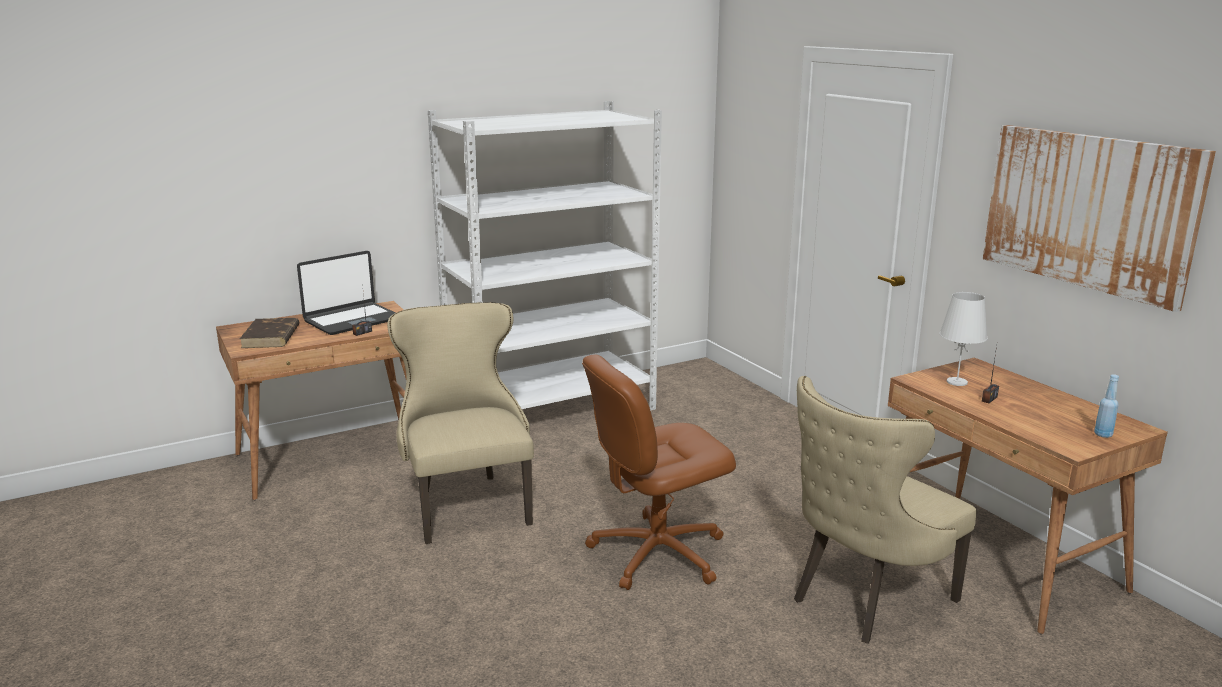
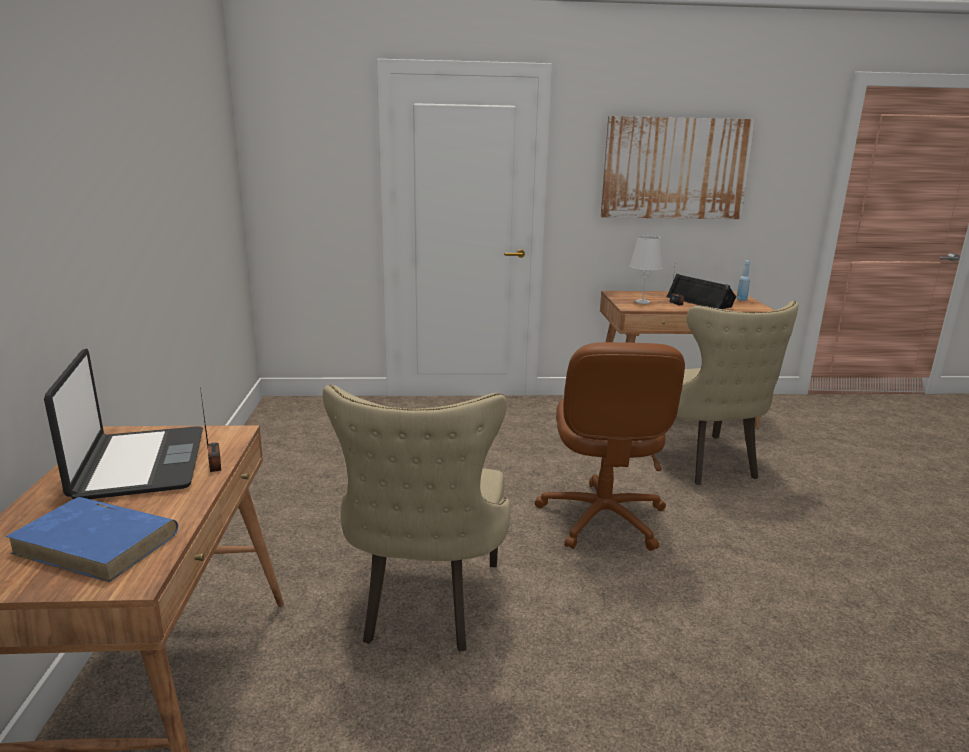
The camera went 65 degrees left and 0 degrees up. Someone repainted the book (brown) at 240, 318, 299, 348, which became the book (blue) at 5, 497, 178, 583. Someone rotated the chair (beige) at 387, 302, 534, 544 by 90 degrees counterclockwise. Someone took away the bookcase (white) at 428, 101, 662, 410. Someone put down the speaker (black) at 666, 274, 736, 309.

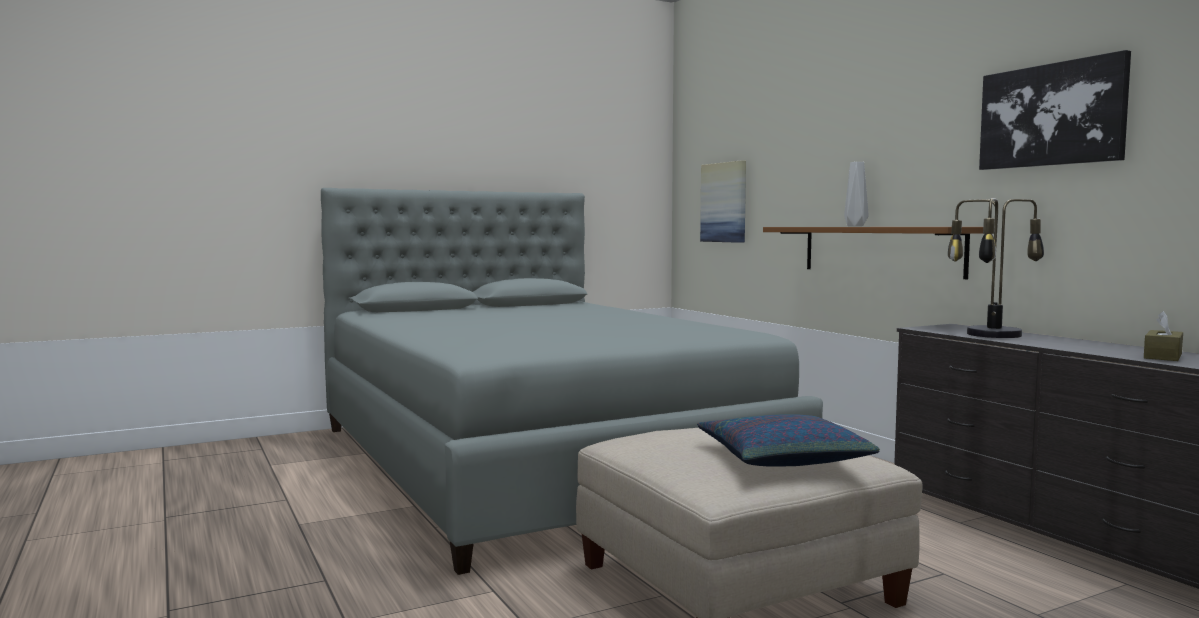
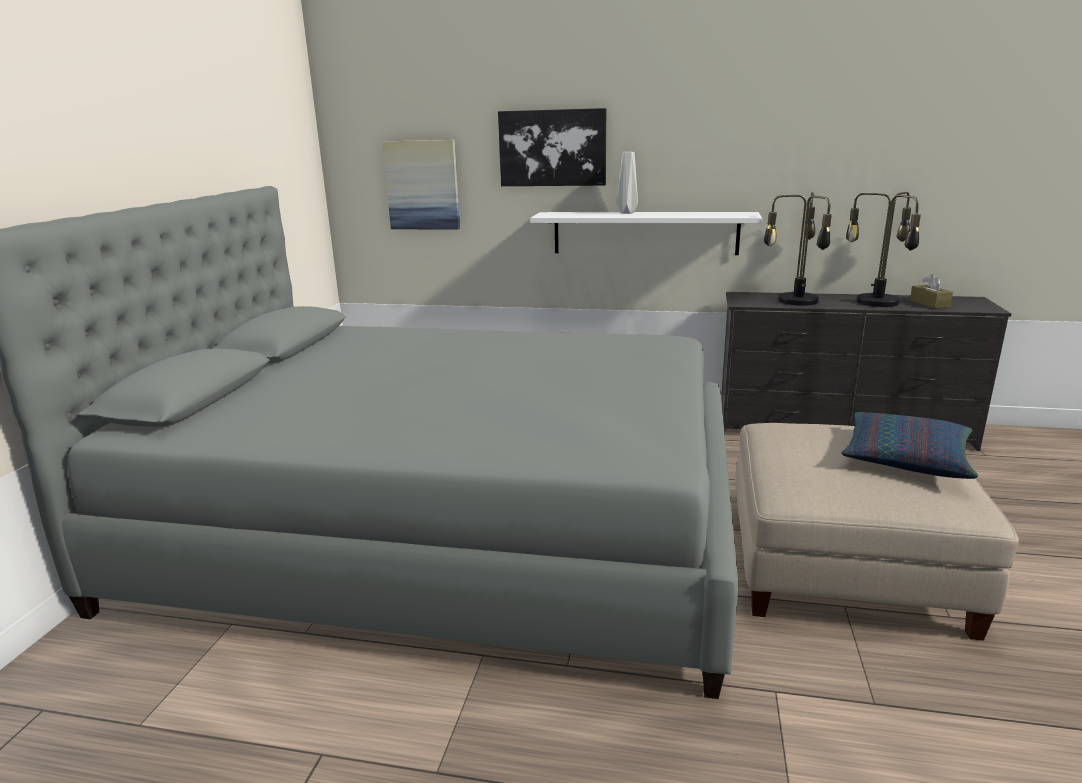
The camera went 50 degrees left and 15 degrees up. Someone repainted the shelf (brown) at 763, 227, 983, 279, which became the shelf (white) at 530, 212, 762, 255. Someone carried the picture from 979, 50, 1131, 170 to 498, 108, 606, 186. Someone put down the table lamp at 846, 192, 921, 307.

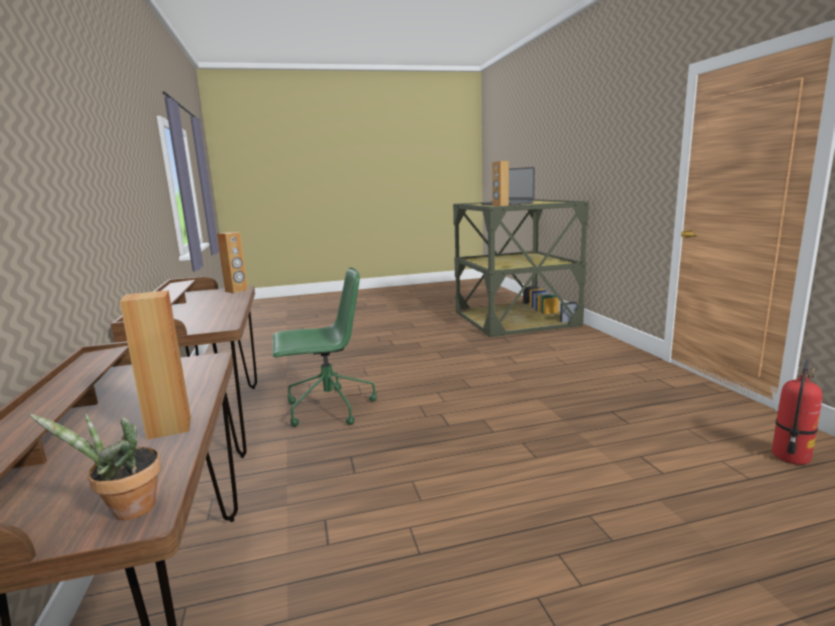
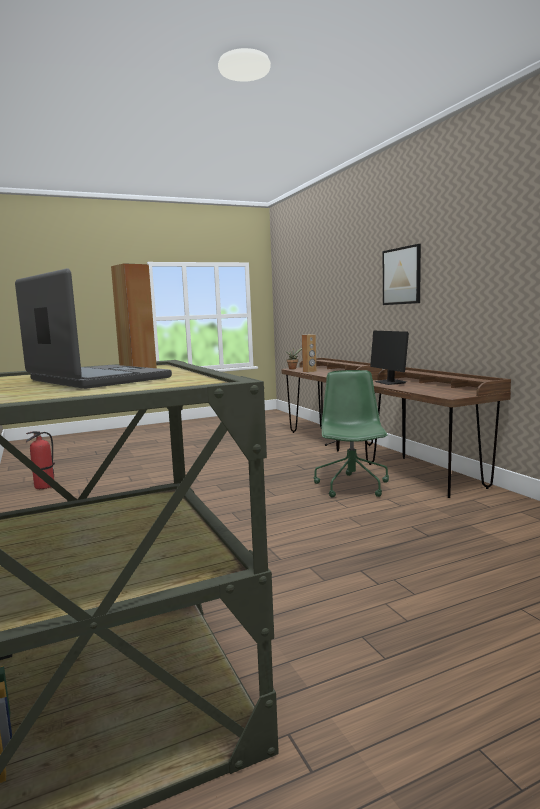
The camera went 170 degrees right and 5 degrees down. Someone took away the speaker (brown) at 217, 232, 248, 293. Someone rotated the office chair (green) at 272, 268, 377, 427 by 120 degrees clockwise. Someone put down the monitor at 370, 331, 409, 385. Someone put up the picture at 383, 244, 421, 305.

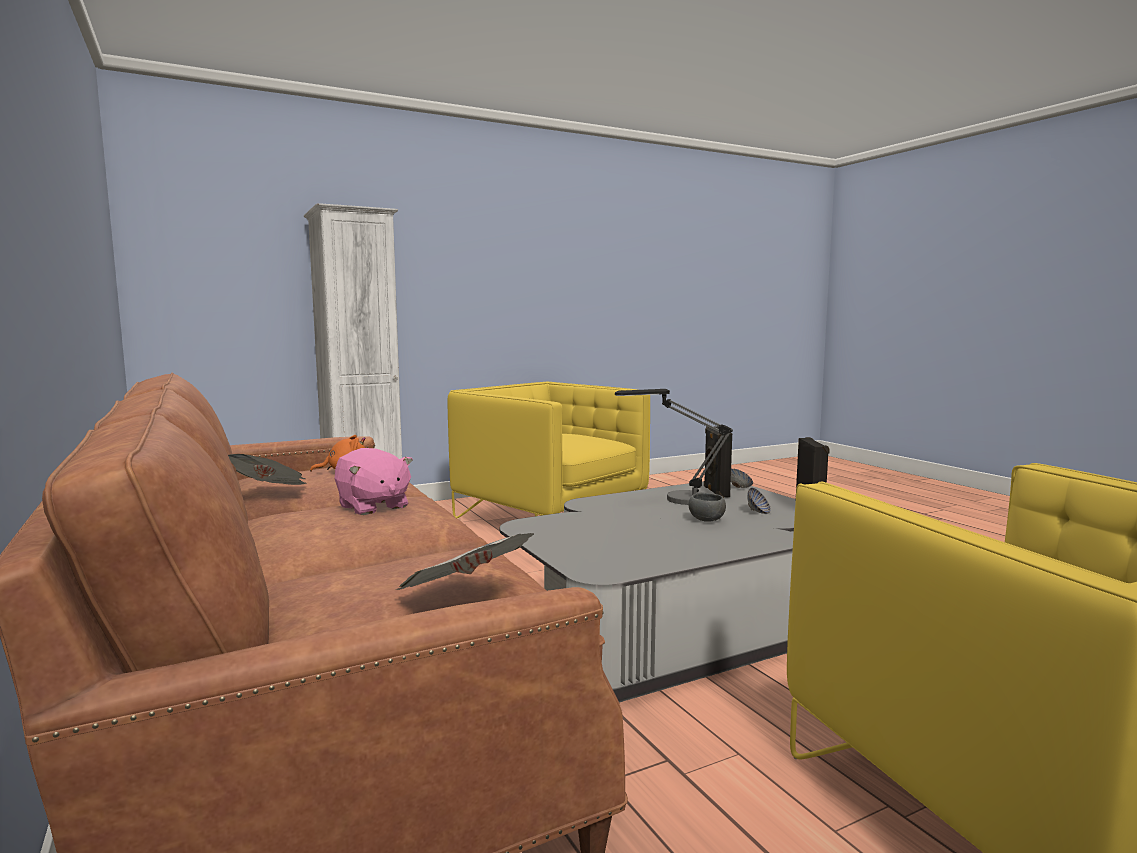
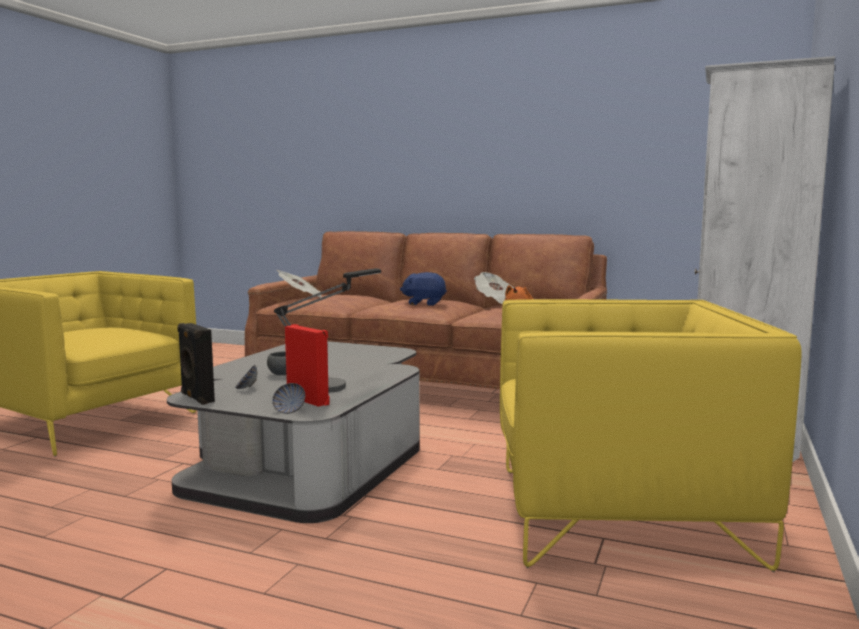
The camera went 140 degrees right and 0 degrees up. Someone repainted the plush toy (pink) at 335, 448, 413, 515, which became the plush toy (blue) at 400, 272, 447, 306. Someone repainted the speaker (black) at 704, 426, 732, 498, which became the speaker (red) at 285, 324, 330, 407.

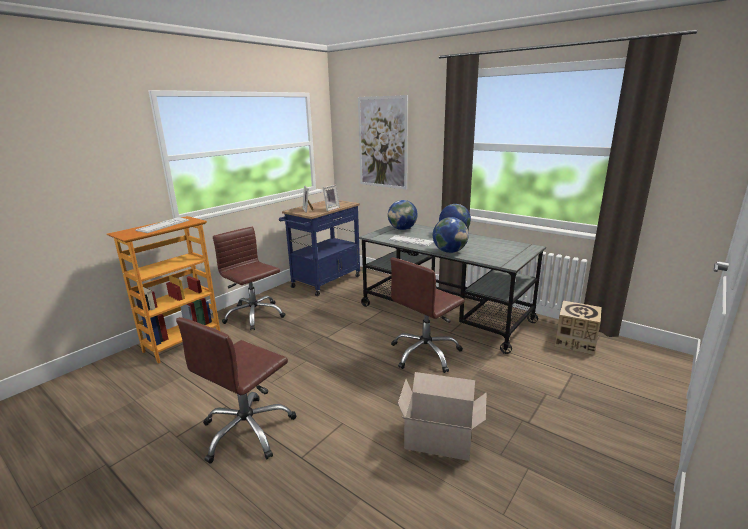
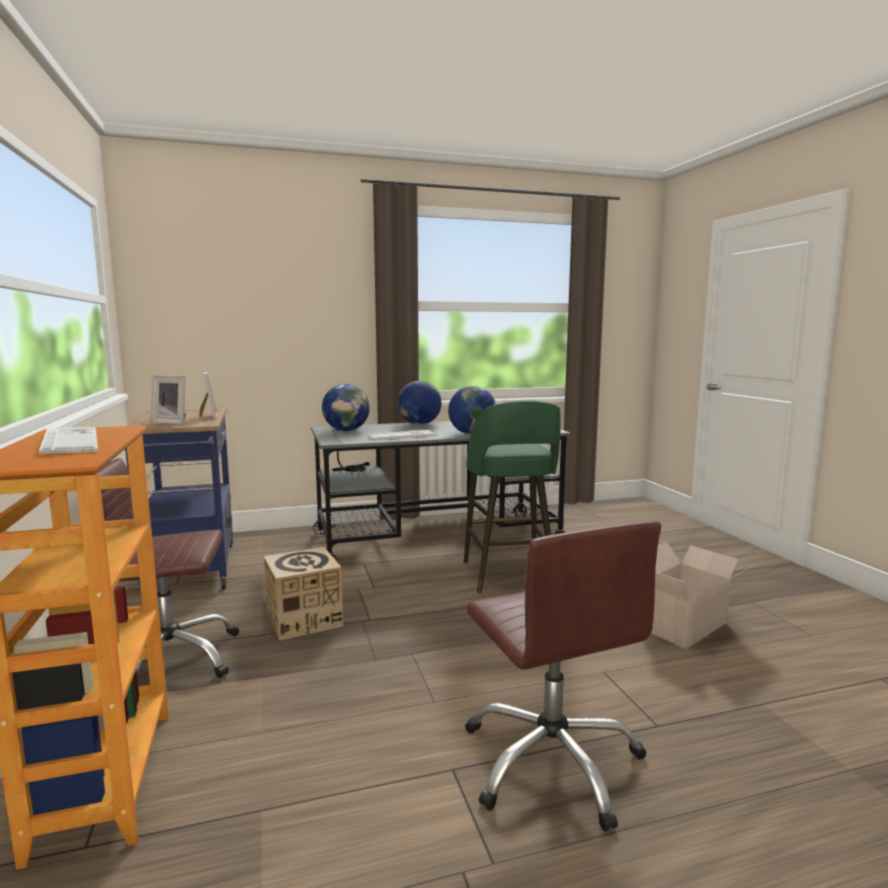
The camera went 55 degrees left and 10 degrees down. Someone took away the picture at 358, 95, 408, 190. Someone swapped the office chair (brown) at 390, 257, 465, 373 for the stool (green) at 464, 401, 561, 593. Someone carried the cardboard box from 555, 301, 601, 355 to 264, 547, 343, 641.

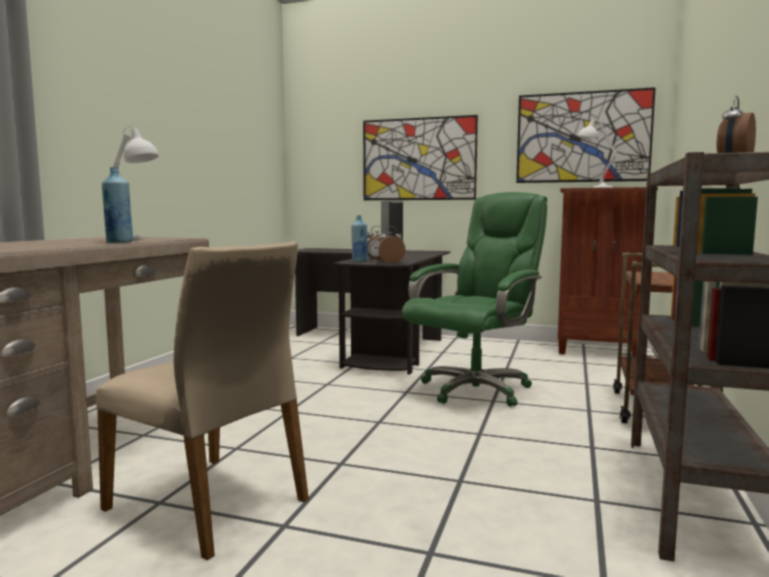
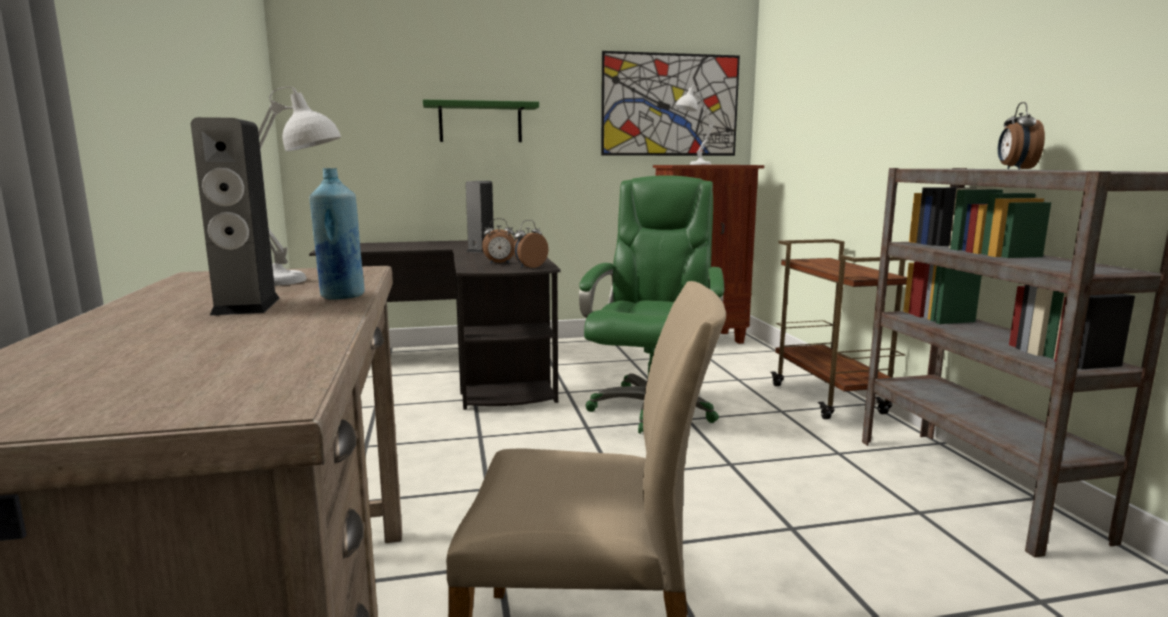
The camera went 30 degrees left and 5 degrees up. Someone took away the bottle (blue) at 351, 215, 368, 262. Someone swapped the picture at 363, 115, 478, 200 for the shelf (green) at 423, 100, 539, 142. Someone put down the speaker at 191, 117, 280, 315.

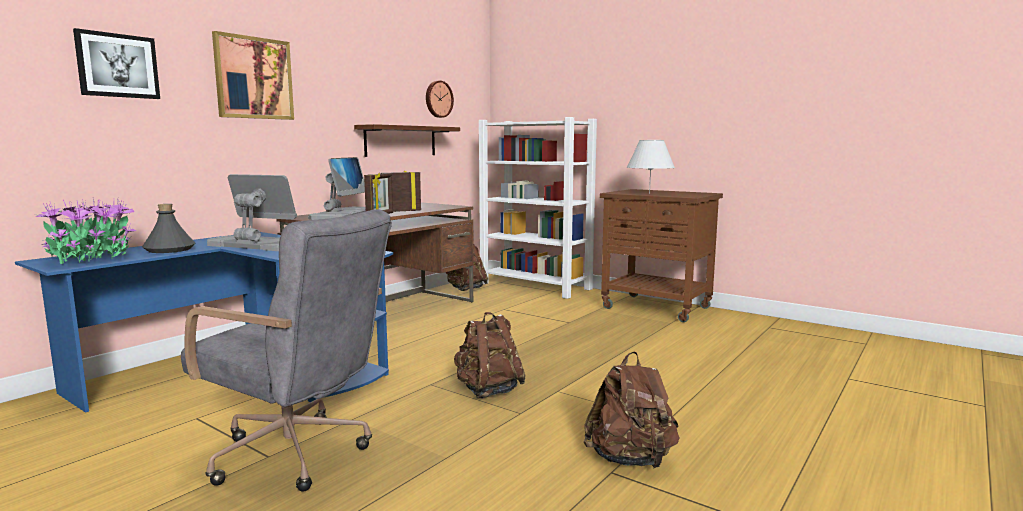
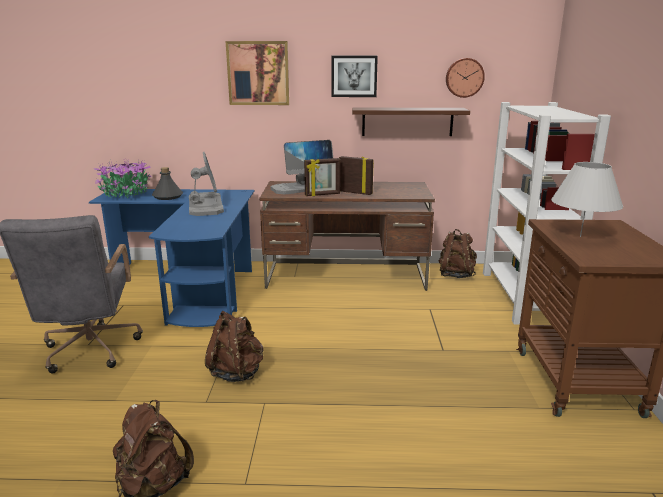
The camera went 55 degrees right and 10 degrees up. Someone carried the picture from 73, 28, 160, 99 to 331, 56, 378, 97.

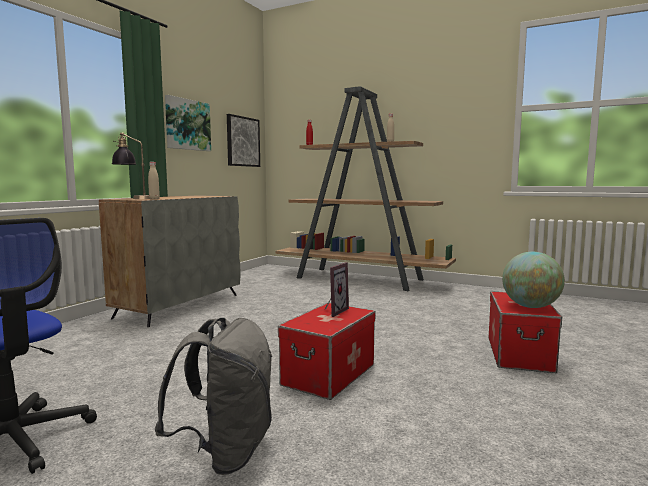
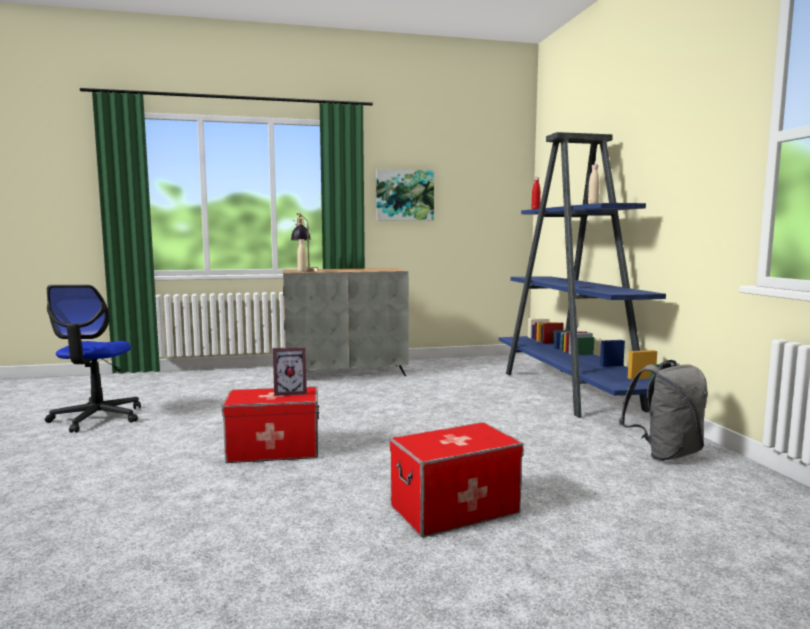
The camera went 50 degrees right and 0 degrees up. Someone carried the backpack (grey) from 155, 318, 273, 475 to 619, 360, 708, 461. Someone took away the picture at 227, 114, 260, 167. Someone repainted the bookcase (brown) at 276, 86, 456, 291, which became the bookcase (blue) at 499, 132, 666, 418. Someone took away the globe at 502, 252, 565, 308.

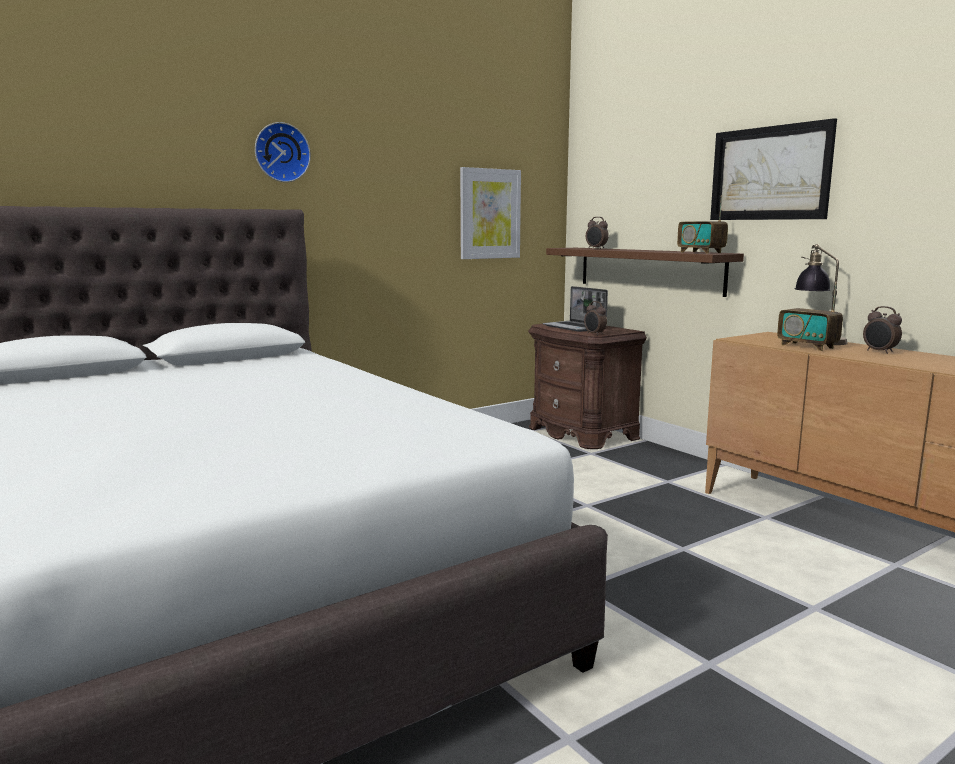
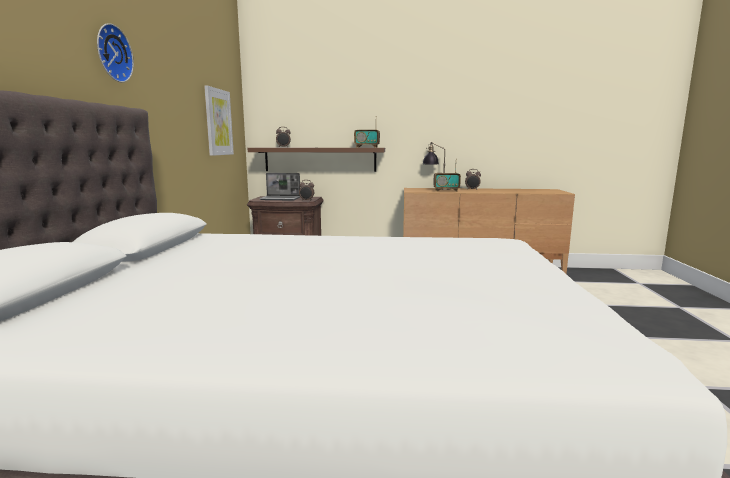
The camera went 50 degrees left and 0 degrees up. Someone took away the picture at 710, 118, 837, 220.

